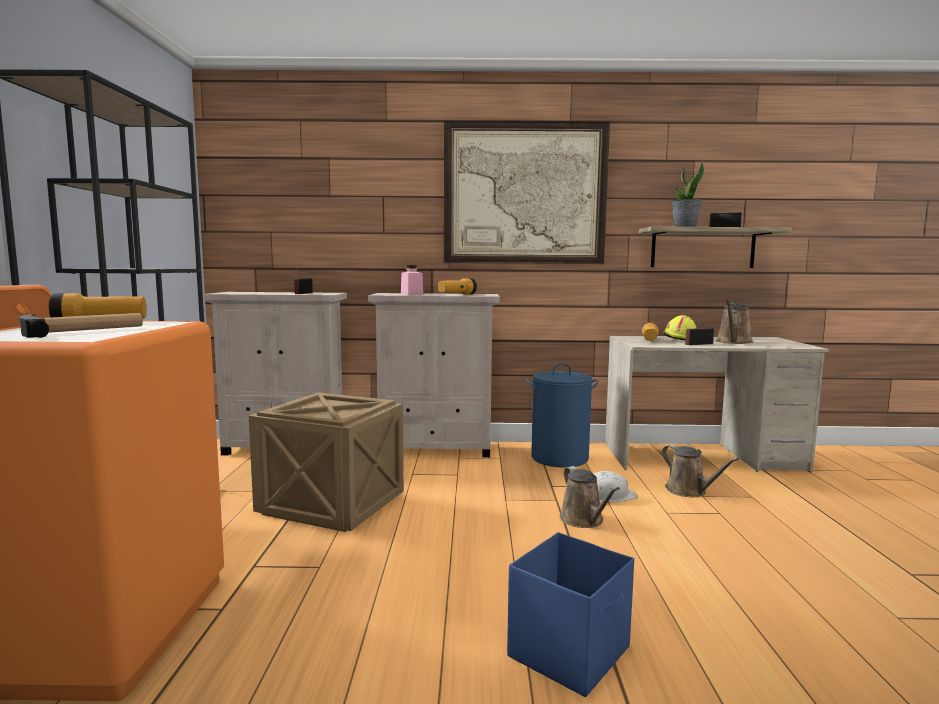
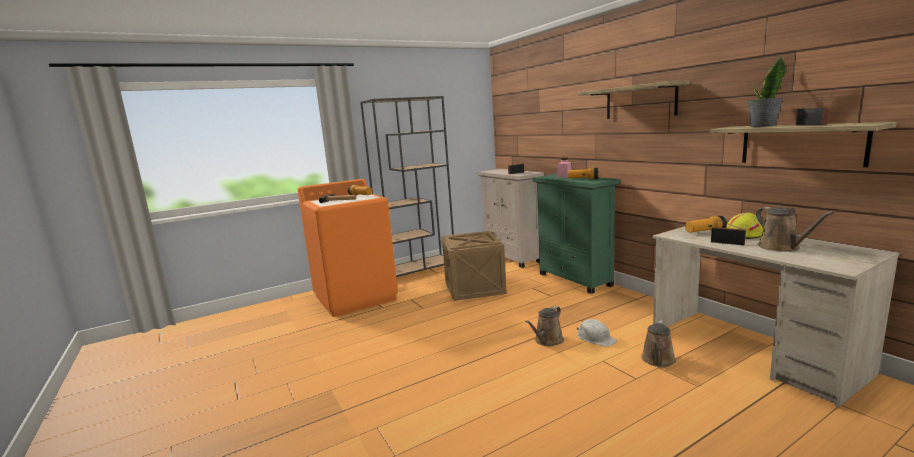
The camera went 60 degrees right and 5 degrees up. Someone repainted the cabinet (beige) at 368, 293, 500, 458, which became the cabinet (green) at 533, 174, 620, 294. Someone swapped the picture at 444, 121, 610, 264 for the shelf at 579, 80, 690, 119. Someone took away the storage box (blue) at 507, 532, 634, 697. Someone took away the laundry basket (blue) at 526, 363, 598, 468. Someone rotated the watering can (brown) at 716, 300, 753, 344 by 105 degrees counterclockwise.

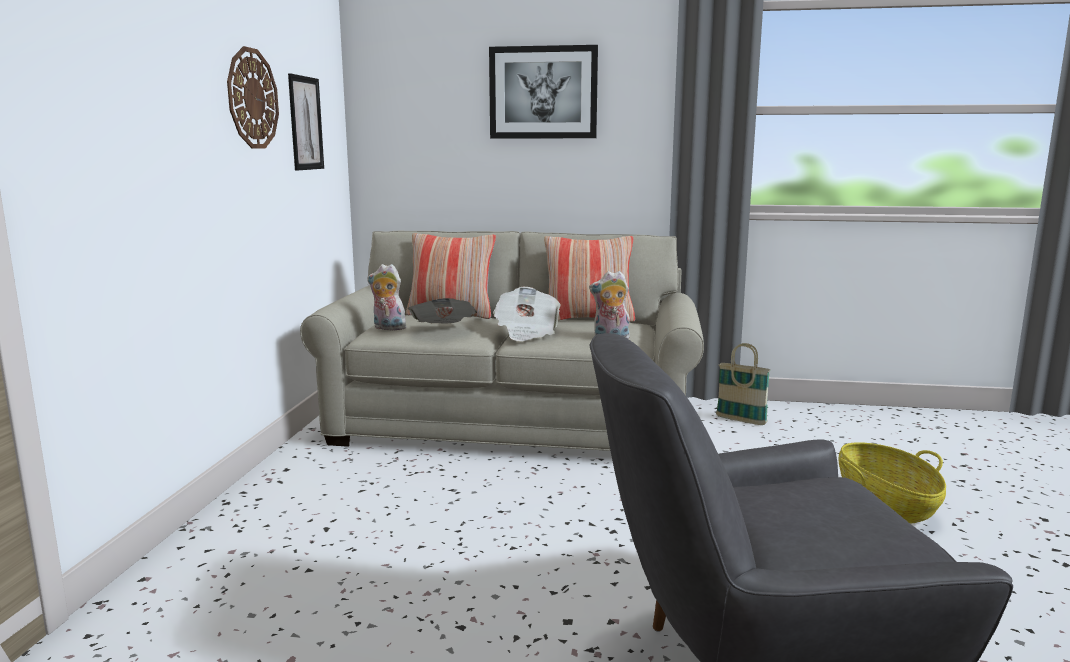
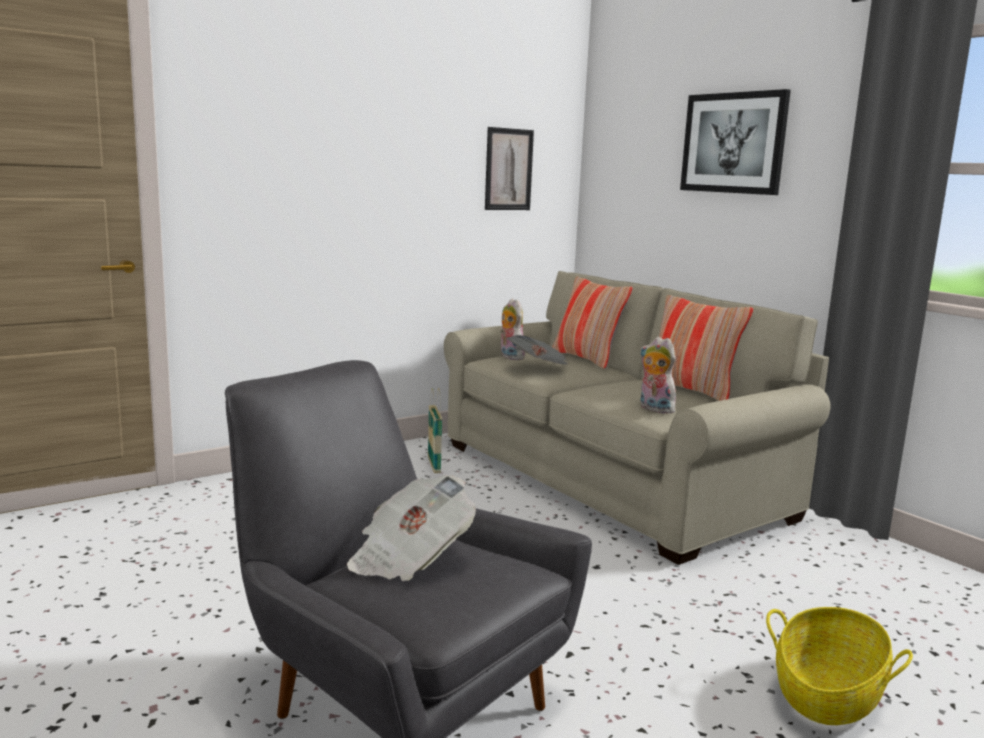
The camera went 45 degrees right and 0 degrees up. Someone took away the wall clock at 227, 46, 279, 148. Someone carried the newspaper from 493, 287, 560, 341 to 347, 475, 476, 581. Someone carried the basket from 716, 343, 770, 425 to 428, 388, 442, 473.

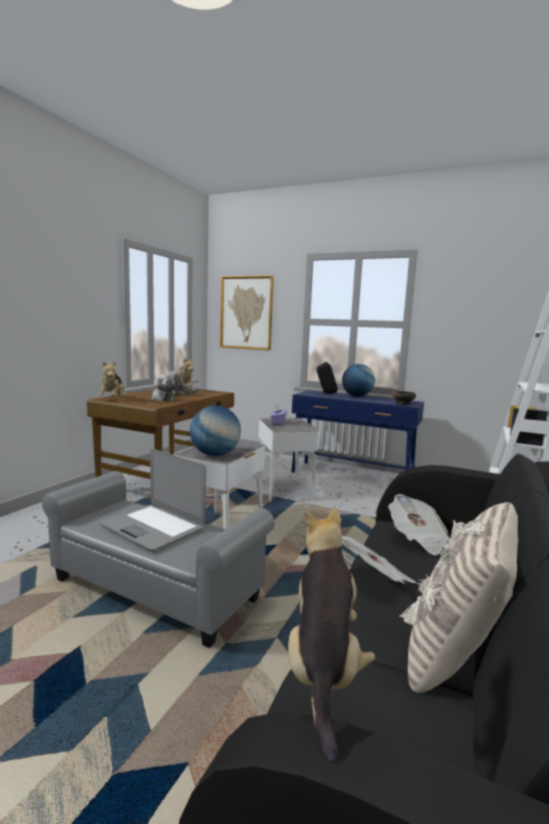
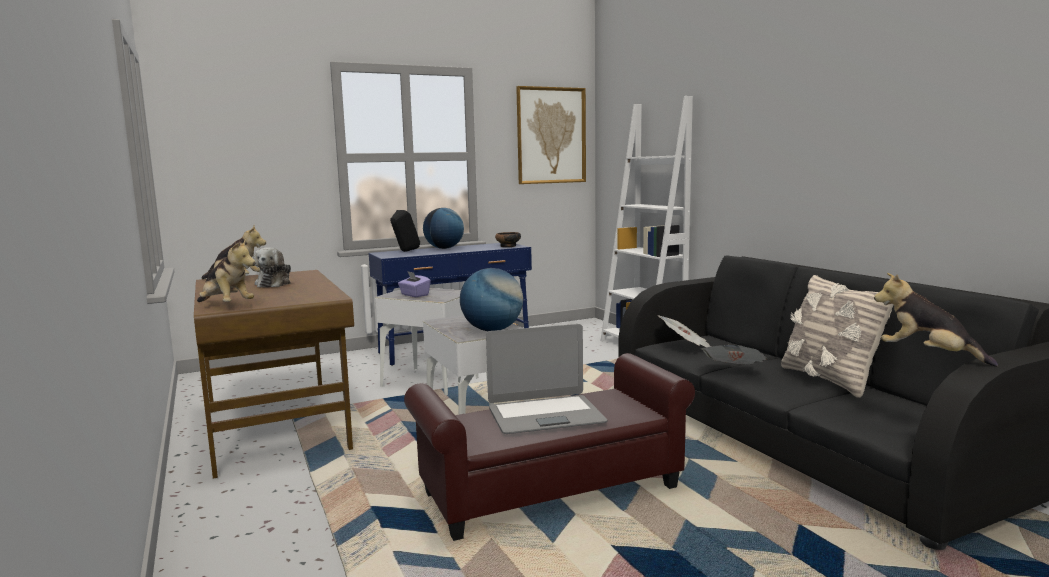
The camera went 50 degrees left and 0 degrees up. Someone repainted the ottoman (grey) at 42, 471, 275, 648, which became the ottoman (brown) at 404, 353, 695, 541. Someone took away the plush toy at 151, 374, 177, 401. Someone carried the picture from 220, 275, 274, 350 to 516, 86, 586, 184.

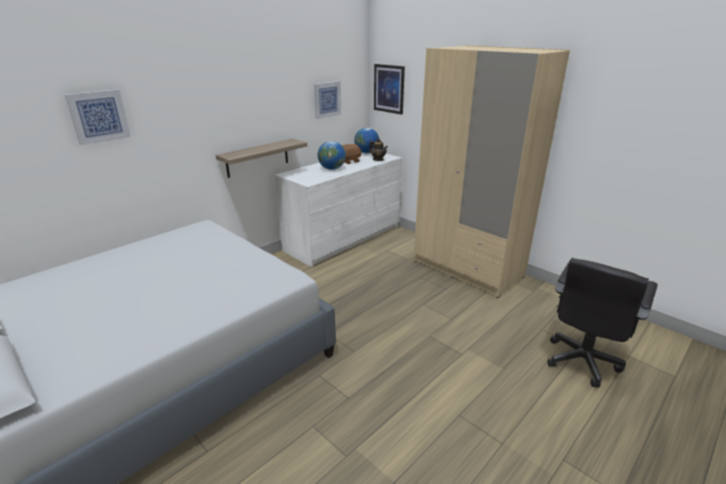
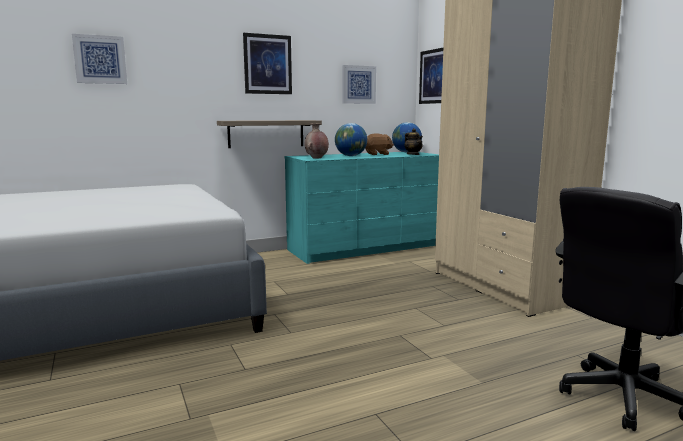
The camera went 20 degrees right and 15 degrees down. Someone repainted the dresser (white) at 274, 152, 402, 267, which became the dresser (turquoise) at 284, 152, 439, 264. Someone put up the picture at 243, 33, 292, 94. Someone put down the vase (brown) at 304, 123, 329, 159.

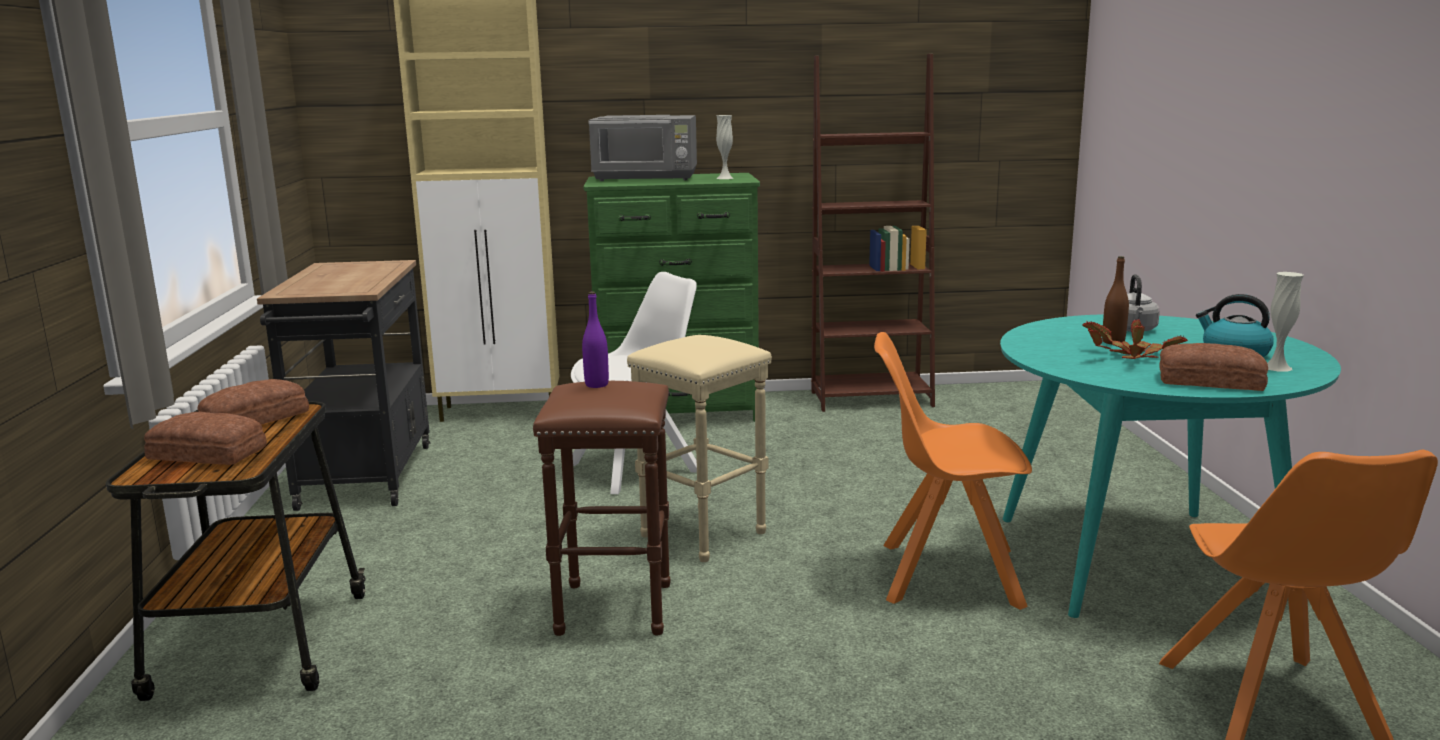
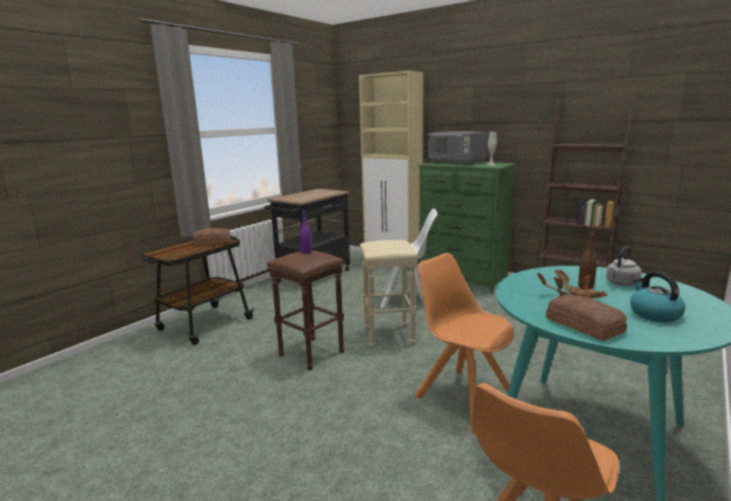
The camera went 40 degrees right and 0 degrees up. Someone took away the bread at 144, 412, 267, 465. Someone took away the vase (white) at 1267, 272, 1304, 372.

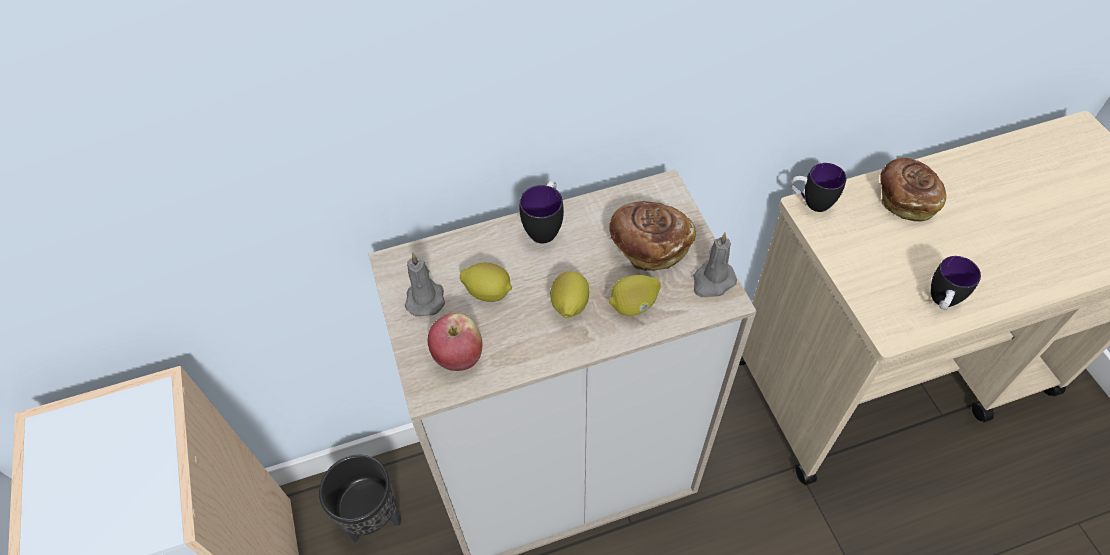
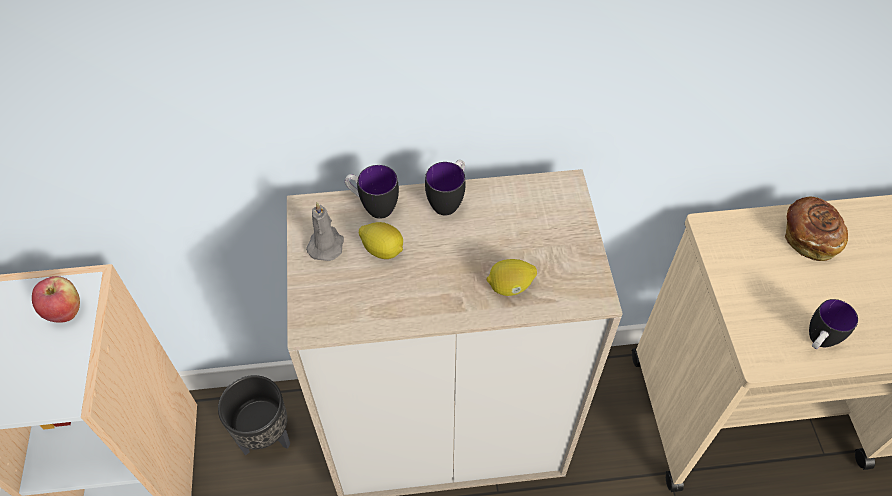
The camera went 10 degrees right and 0 degrees up. Someone carried the apple from 428, 313, 483, 371 to 32, 276, 80, 323. Someone took away the lemon at 550, 271, 589, 318. Someone took away the bread at 609, 201, 696, 271. Someone took away the candle (grey) at 693, 232, 737, 297. Someone carried the mug from 791, 163, 847, 212 to 345, 165, 399, 219.

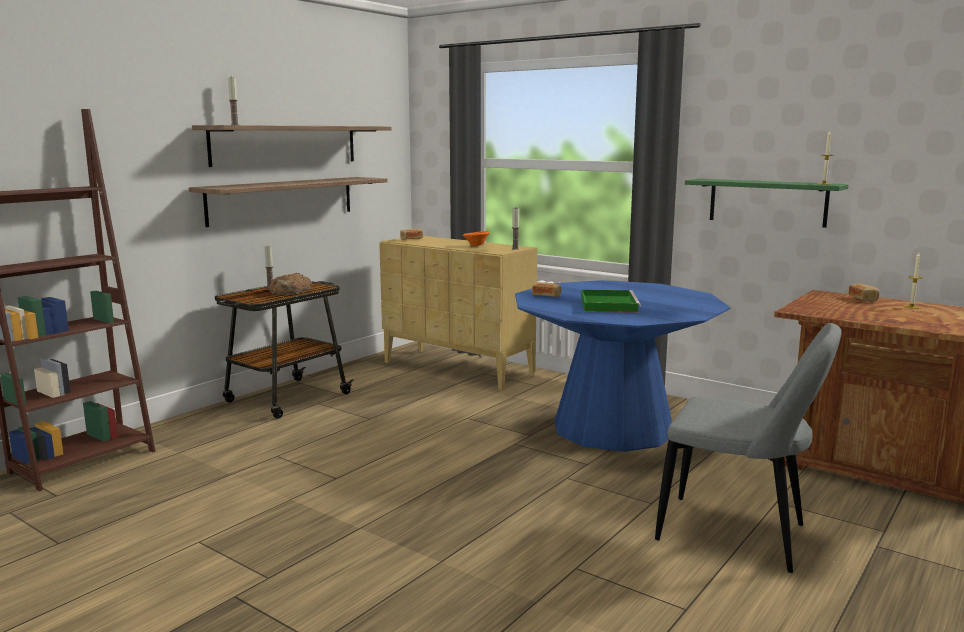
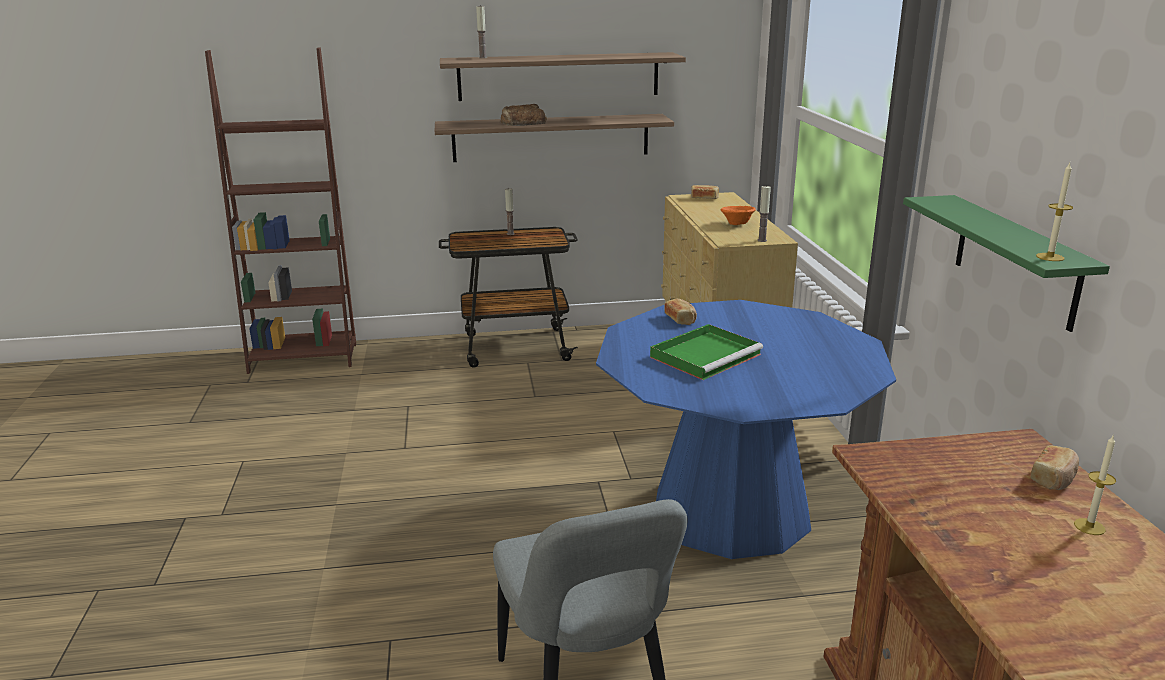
The camera went 45 degrees right and 10 degrees up. Someone carried the bread from 269, 273, 312, 295 to 501, 104, 547, 126.

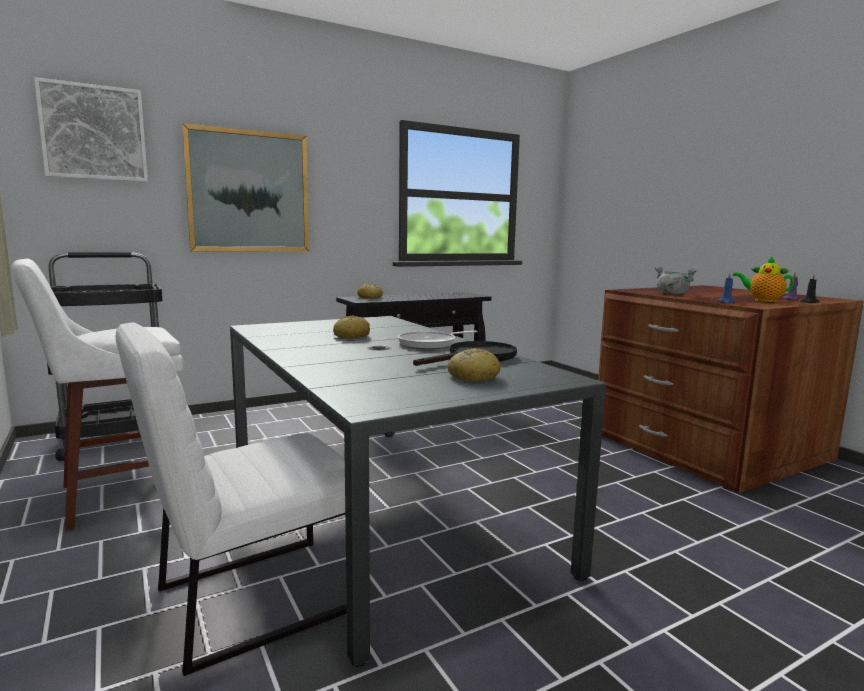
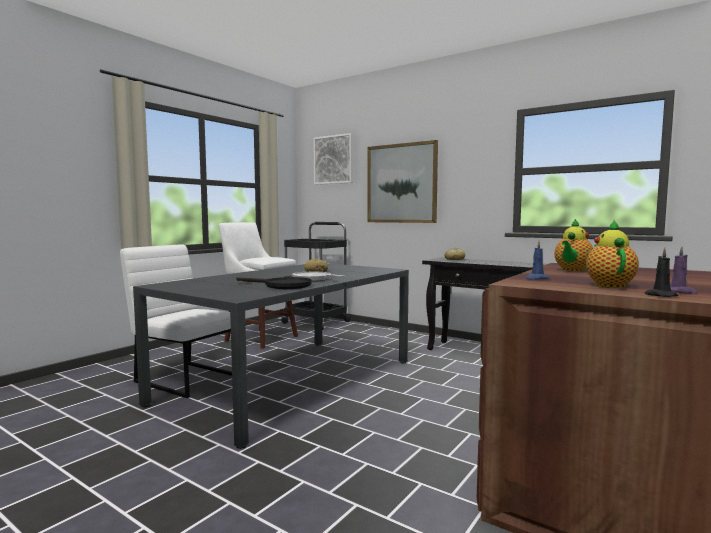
The camera went 65 degrees right and 5 degrees down. Someone took away the bread at 448, 348, 501, 381. Someone swapped the cooking pot (grey) at 655, 266, 697, 294 for the teapot at 554, 219, 593, 272.

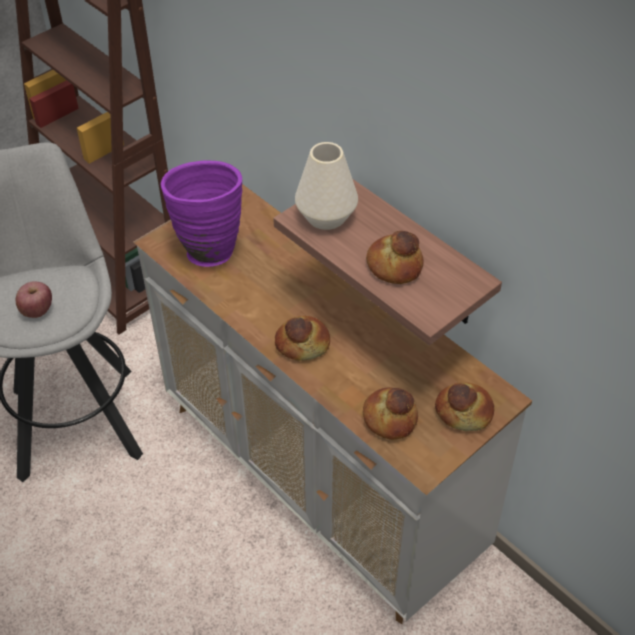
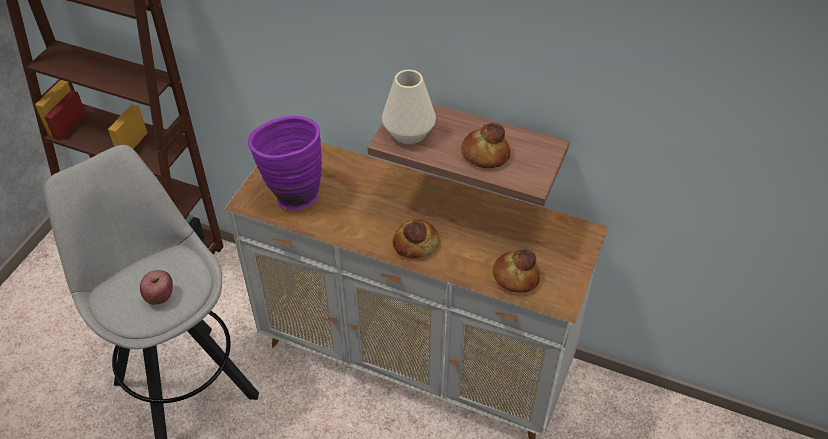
The camera went 25 degrees left and 0 degrees up. Someone took away the bread at 435, 382, 494, 431.

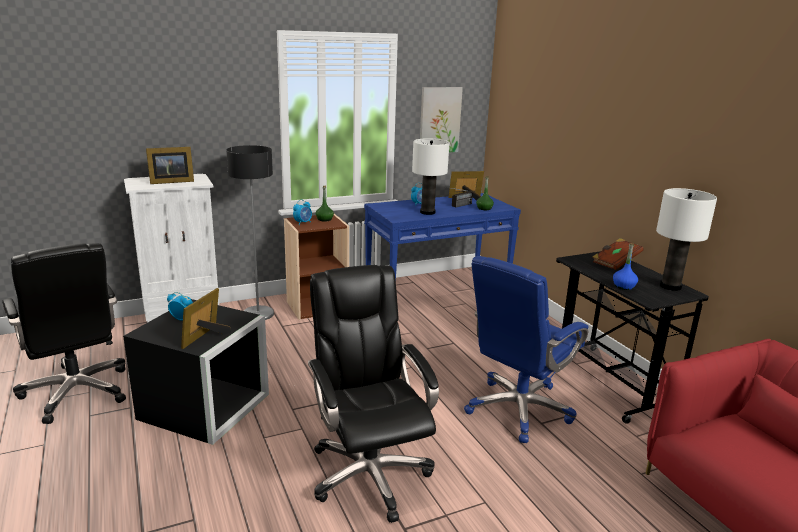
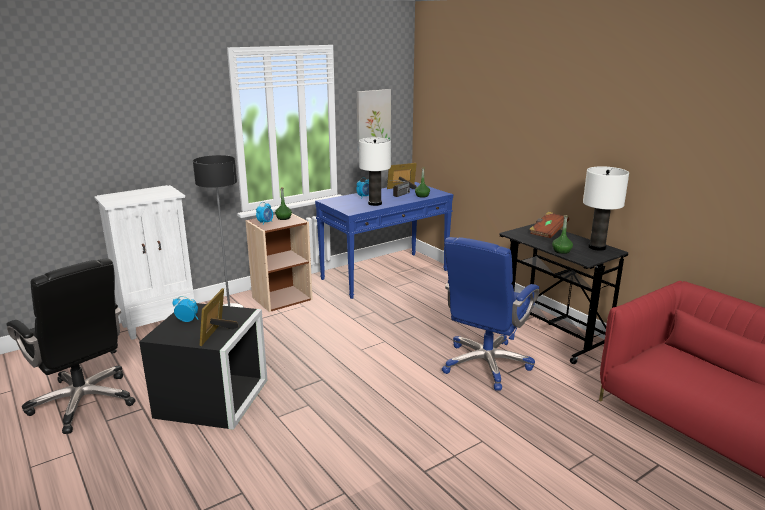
The camera went 10 degrees left and 0 degrees up. Someone took away the picture frame at 146, 147, 194, 184. Someone took away the office chair (black) at 308, 265, 439, 523. Someone repainted the bottle (blue) at 613, 243, 638, 290, which became the bottle (green) at 552, 215, 573, 254.

